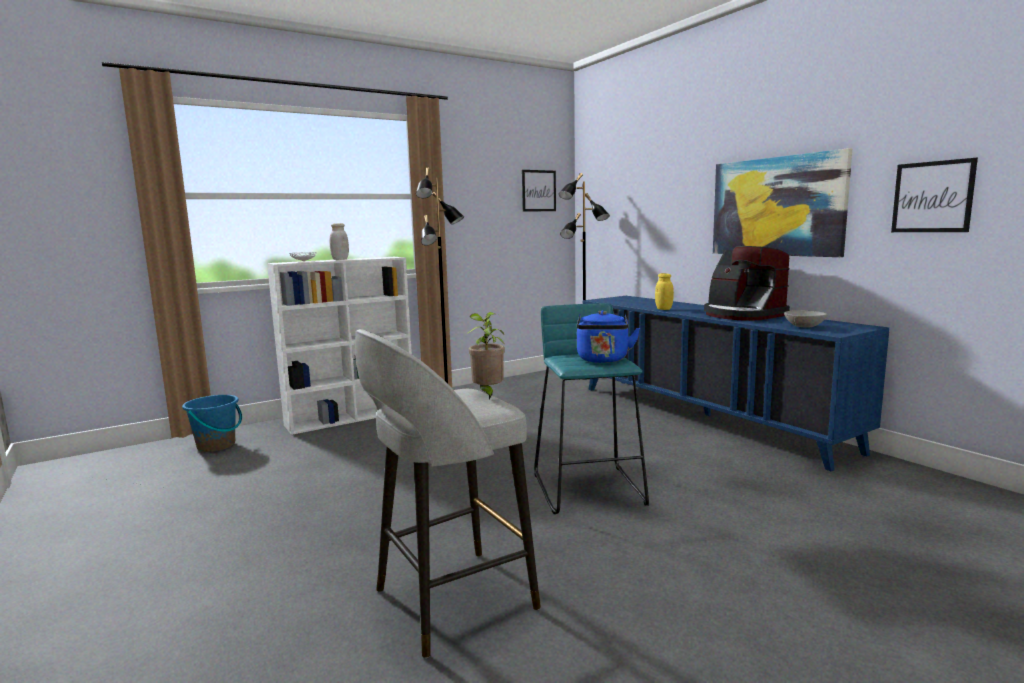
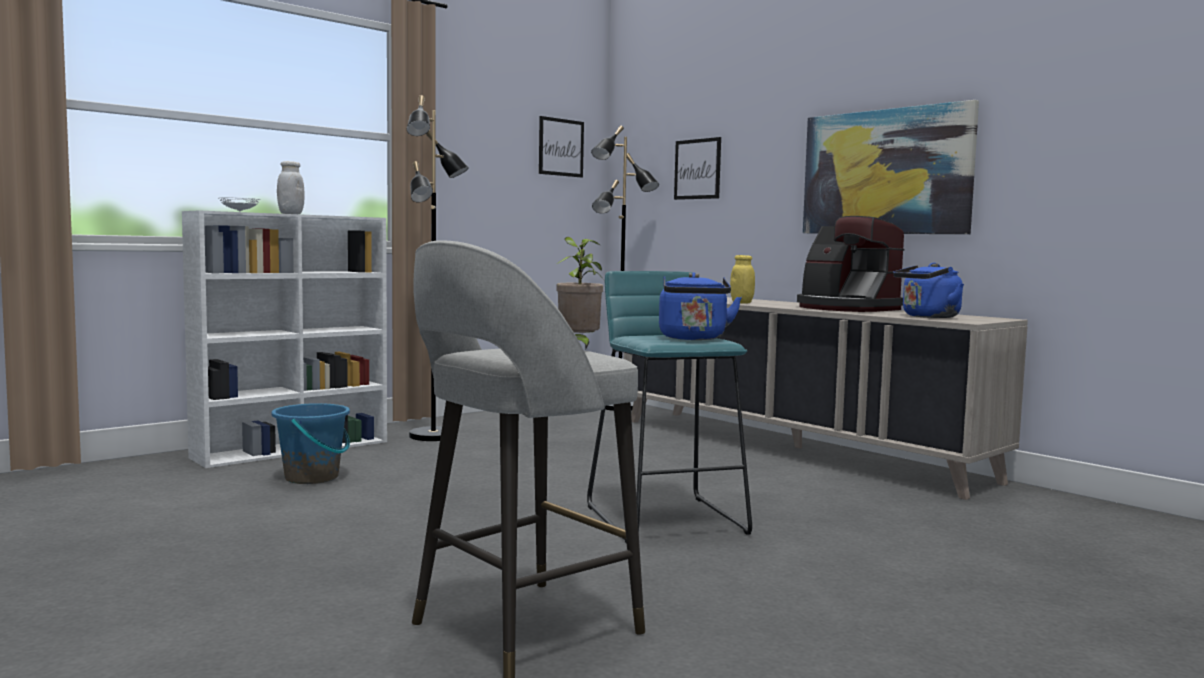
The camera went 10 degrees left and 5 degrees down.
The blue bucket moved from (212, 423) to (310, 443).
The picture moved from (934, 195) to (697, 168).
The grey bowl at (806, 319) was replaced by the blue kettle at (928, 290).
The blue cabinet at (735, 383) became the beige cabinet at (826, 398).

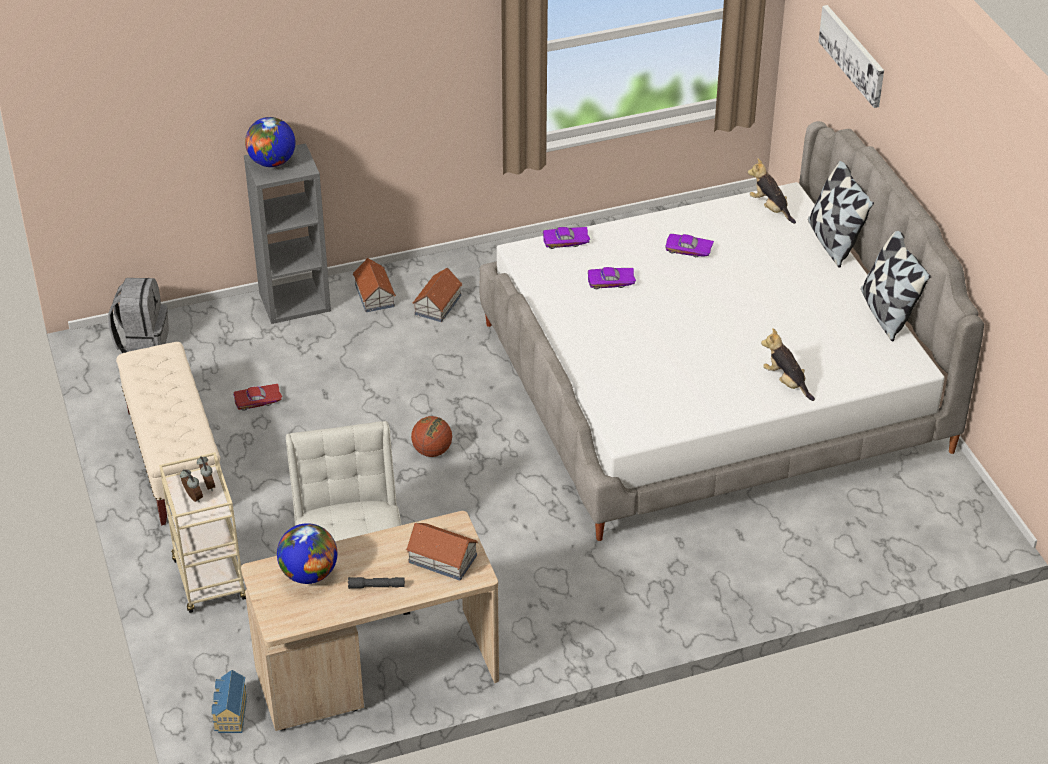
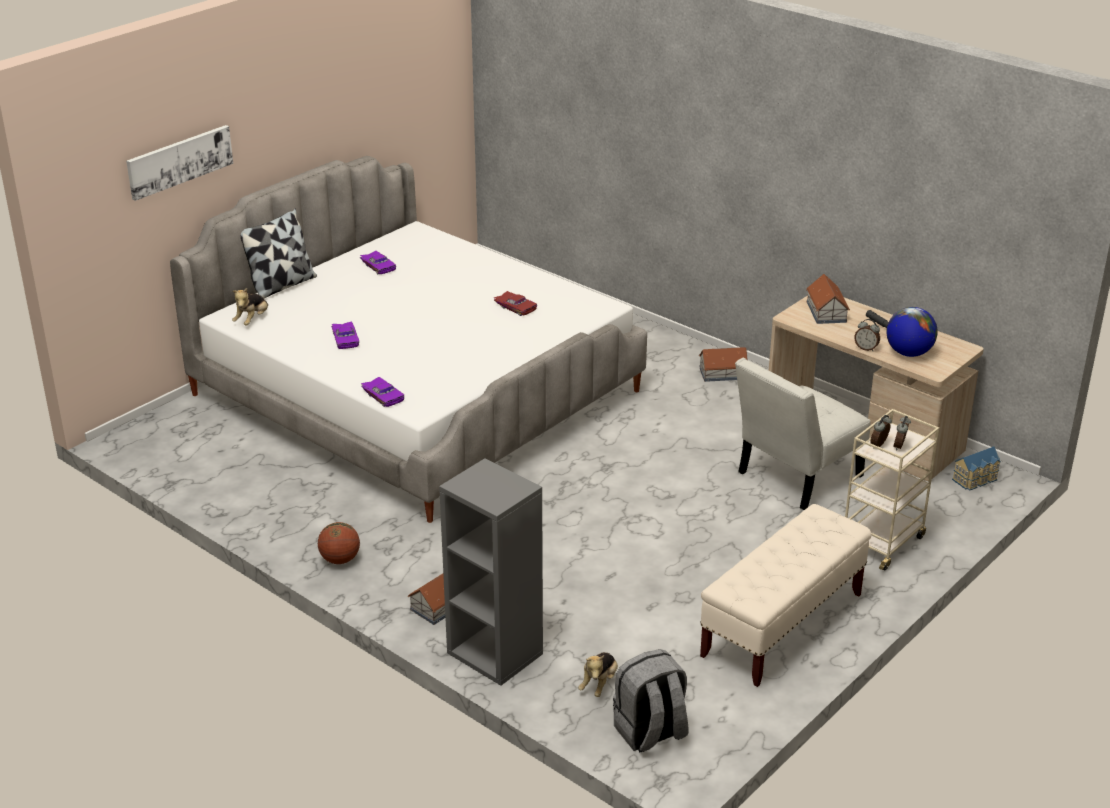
The camera went 120 degrees left and 10 degrees down.
The globe at (270, 142) disappeared.
The pillow at (896, 286) disappeared.
The alarm clock at (867, 335) appeared.
The red toy car moved from (258, 397) to (515, 303).
The basketball moved from (431, 436) to (339, 543).
The toy house moved from (437, 295) to (723, 364).
The purple toy car moved from (612, 278) to (378, 262).
The plush toy moved from (788, 364) to (598, 674).

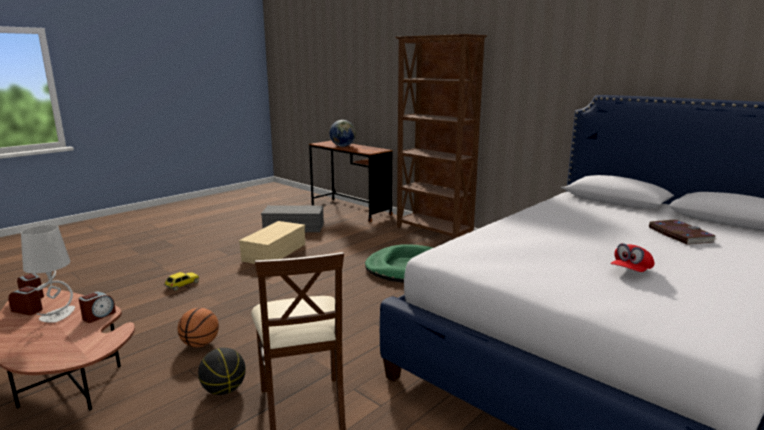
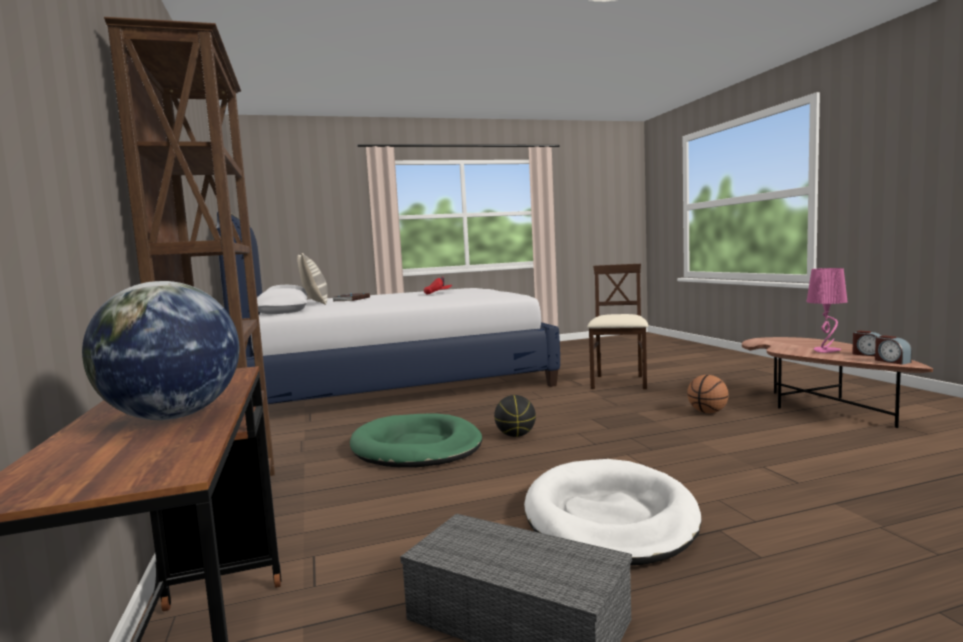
The camera went 150 degrees left and 10 degrees down.
The alarm clock at (97, 307) disappeared.
The toy car at (182, 281) disappeared.
The pillow at (312, 279) appeared.
The basketball moved from (222, 371) to (515, 416).
The beige storage box at (272, 242) was replaced by the white dog bed at (613, 512).
The grey table lamp at (48, 274) became the pink table lamp at (827, 310).

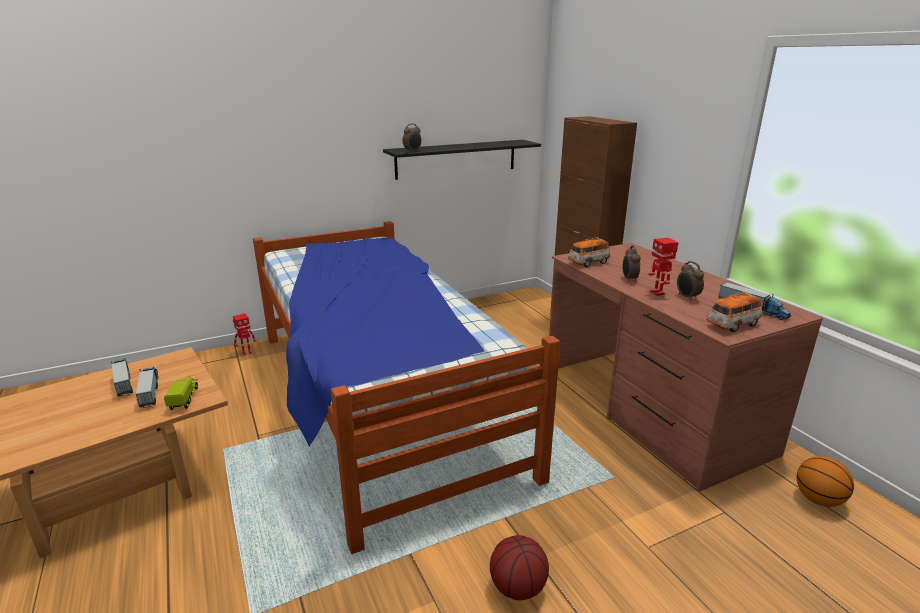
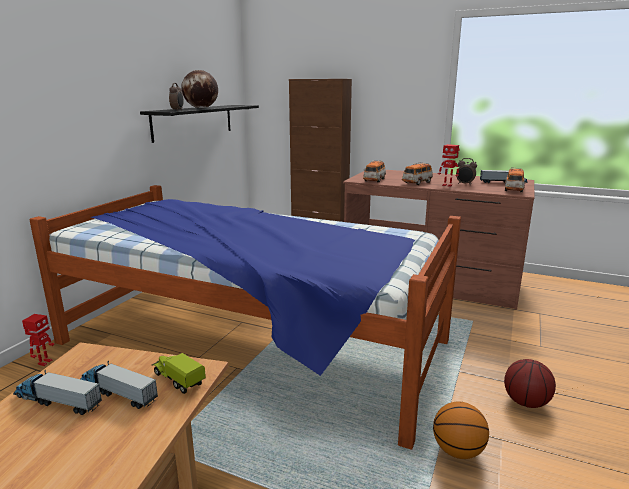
The camera went 40 degrees left and 5 degrees down.
The globe at (199, 89) appeared.
The basketball moved from (825, 481) to (461, 430).
The alarm clock at (632, 264) was replaced by the toy car at (417, 173).

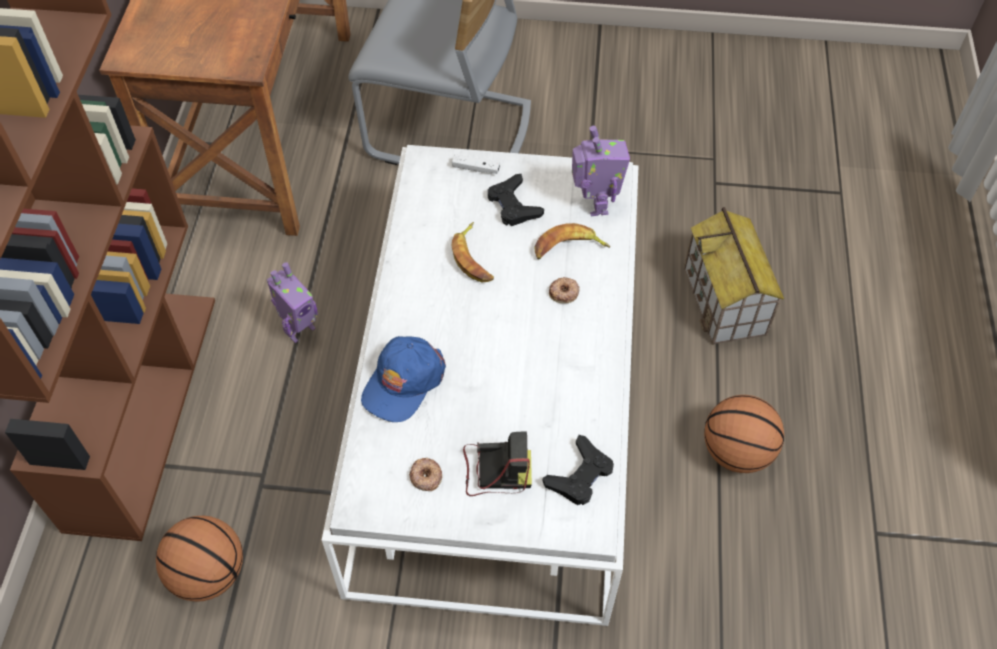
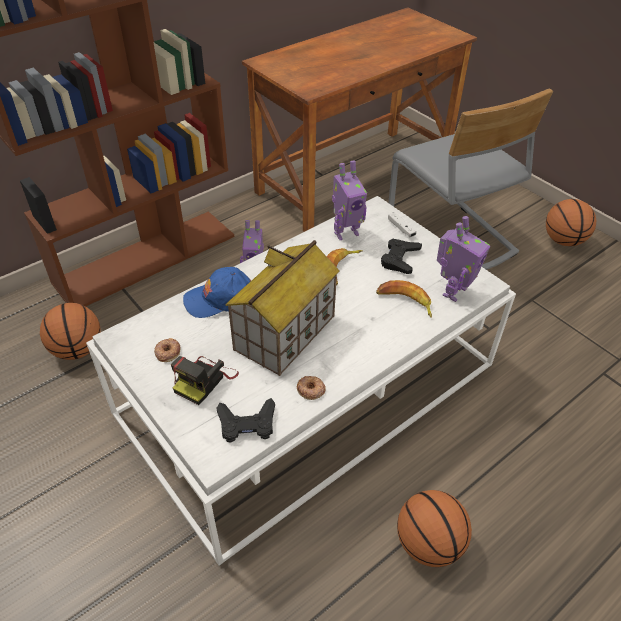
The camera went 45 degrees right and 10 degrees down.
The toy robot at (349, 200) appeared.
The basketball at (571, 222) appeared.
The donut moved from (564, 290) to (311, 388).
The toy house moved from (734, 276) to (282, 308).
The photo camera at (497, 463) turned 75 degrees clockwise.

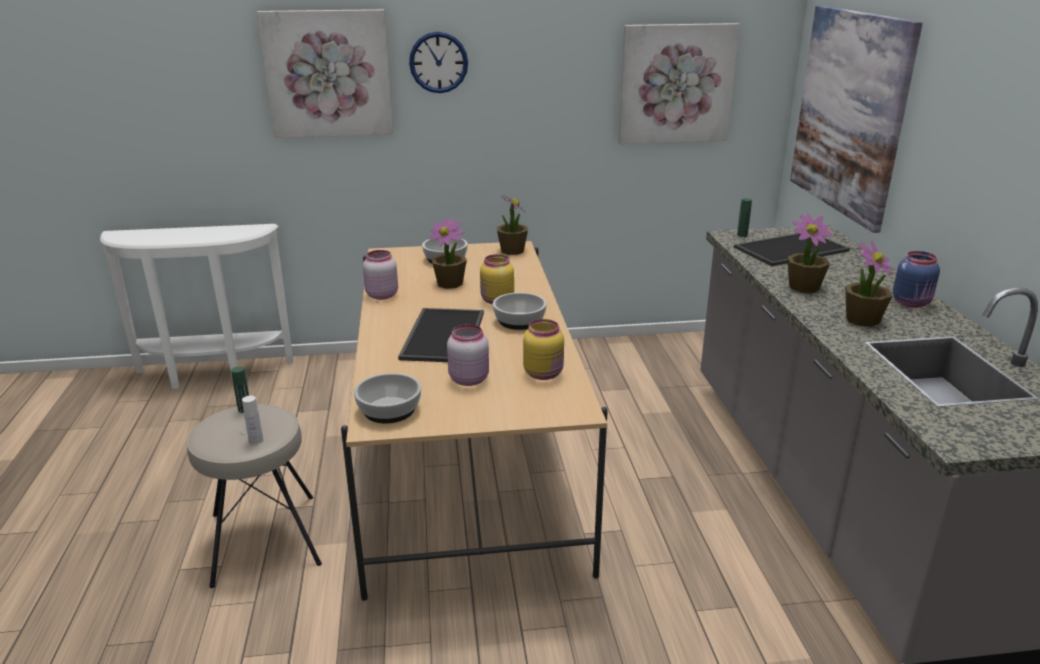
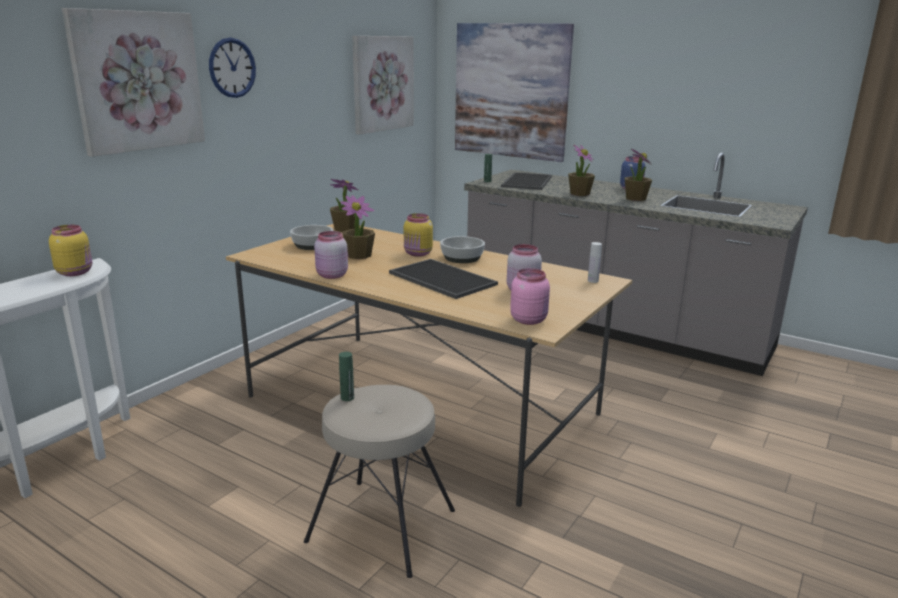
The camera went 50 degrees left and 5 degrees down.
The white bottle moved from (252, 420) to (595, 262).
The yellow jar moved from (543, 349) to (70, 250).
The bowl at (387, 398) was replaced by the pink jar at (530, 296).

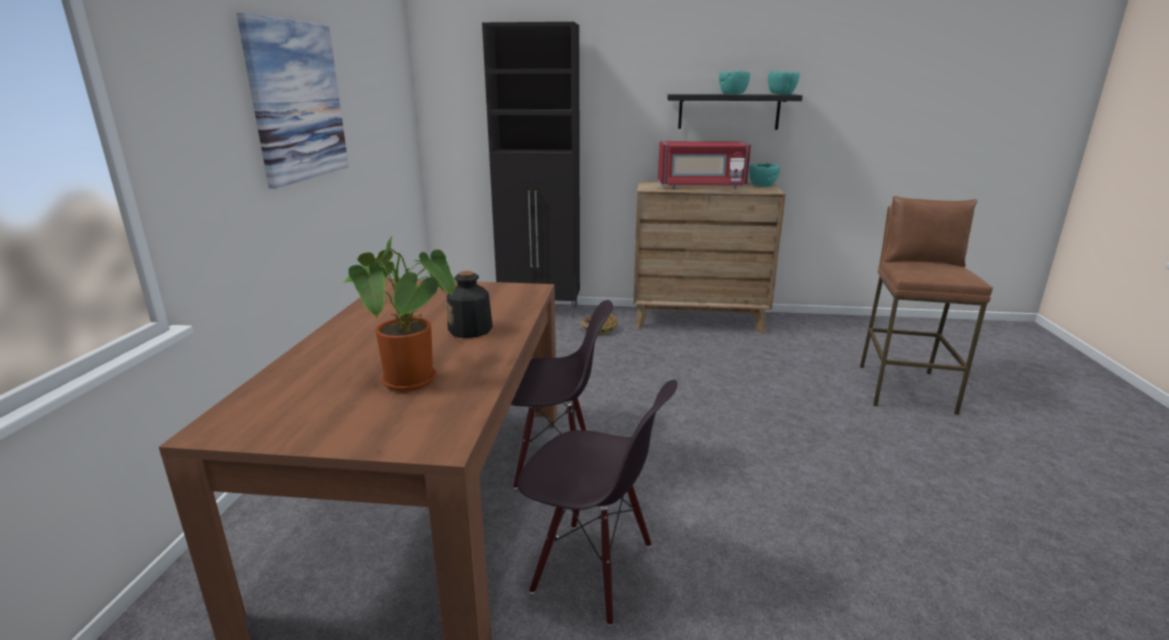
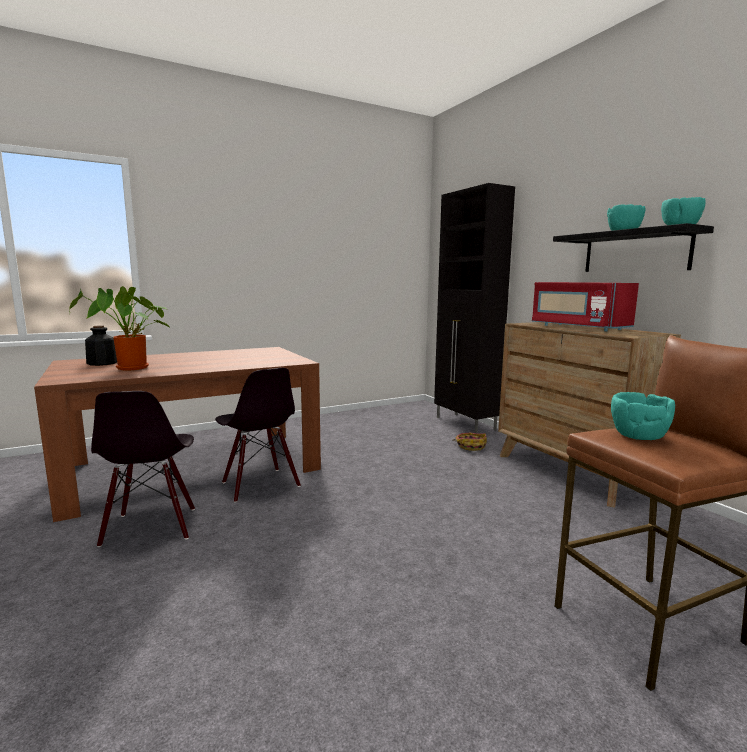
The camera went 55 degrees right and 10 degrees down.
The picture at (292, 100) disappeared.
The bottle moved from (470, 304) to (101, 345).
The turquoise bowl moved from (764, 175) to (643, 416).

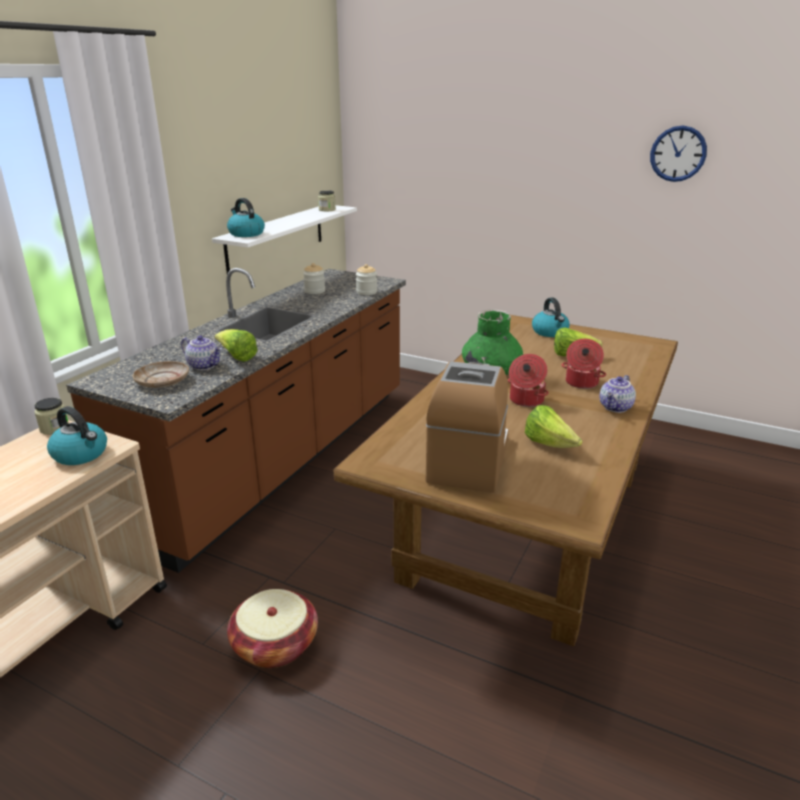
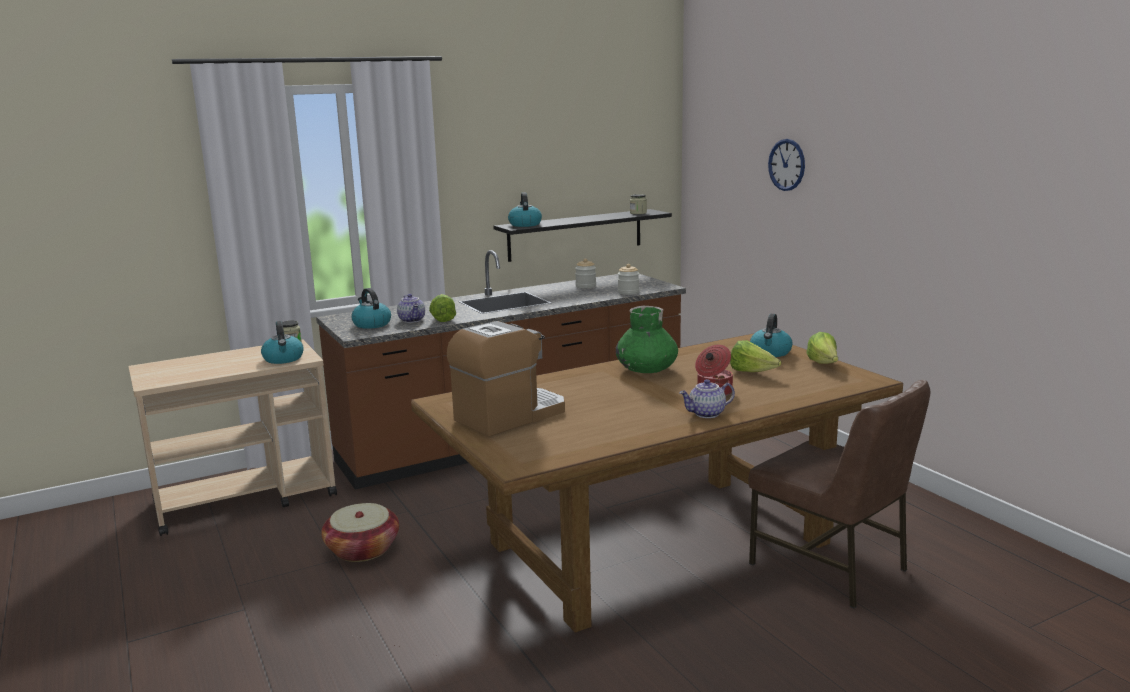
The camera went 35 degrees right and 10 degrees down.
The cooking pot at (528, 380) disappeared.
The brown chair at (840, 494) appeared.
The lettuce moved from (554, 426) to (822, 348).
The wall clock moved from (678, 154) to (786, 165).
The beige plate at (161, 374) was replaced by the kettle at (371, 308).
The white shelf at (284, 239) became the black shelf at (582, 235).

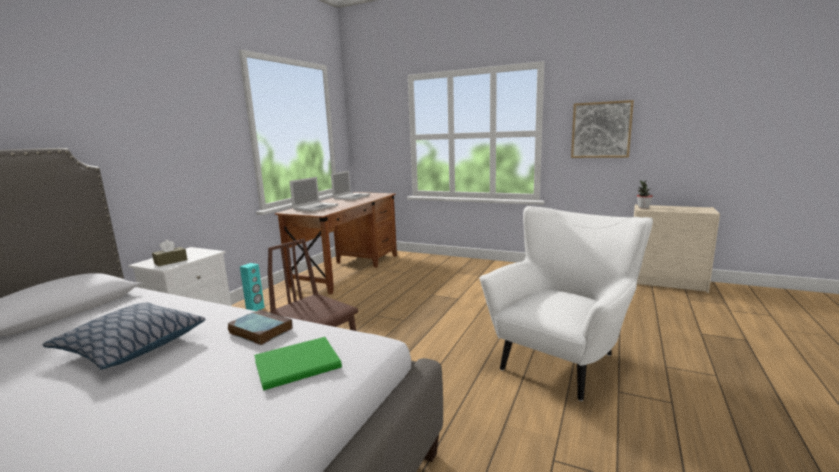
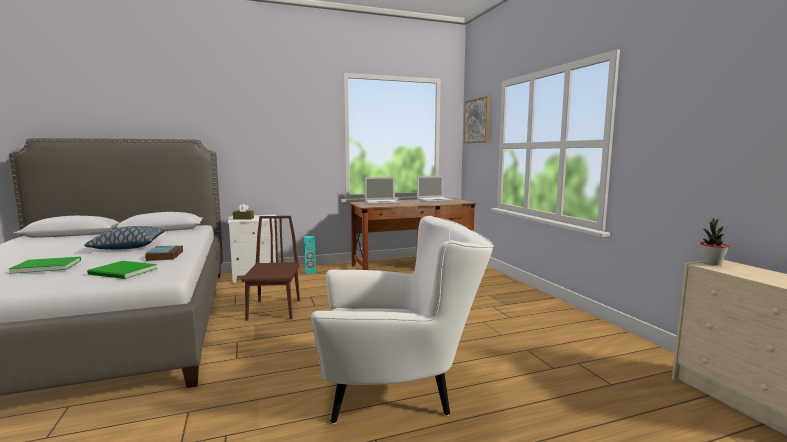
The camera went 45 degrees right and 5 degrees down.
The green book at (45, 265) appeared.
The picture moved from (602, 129) to (477, 119).

